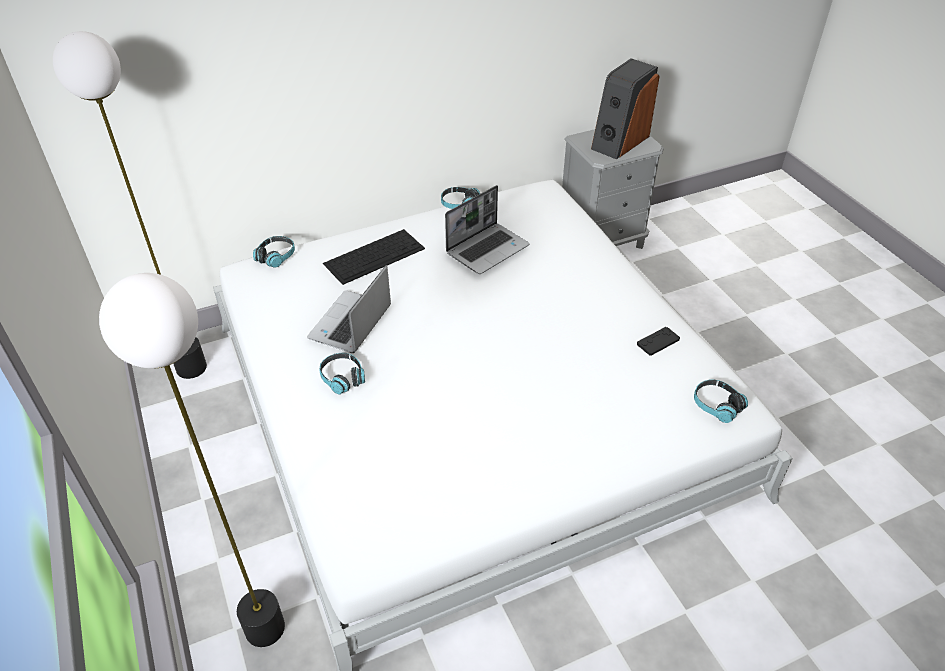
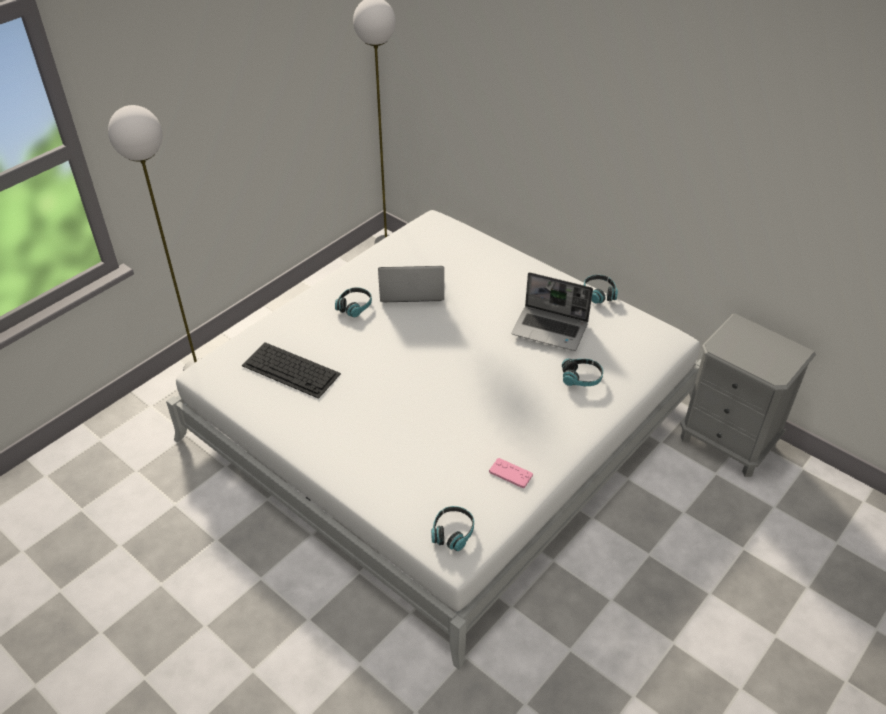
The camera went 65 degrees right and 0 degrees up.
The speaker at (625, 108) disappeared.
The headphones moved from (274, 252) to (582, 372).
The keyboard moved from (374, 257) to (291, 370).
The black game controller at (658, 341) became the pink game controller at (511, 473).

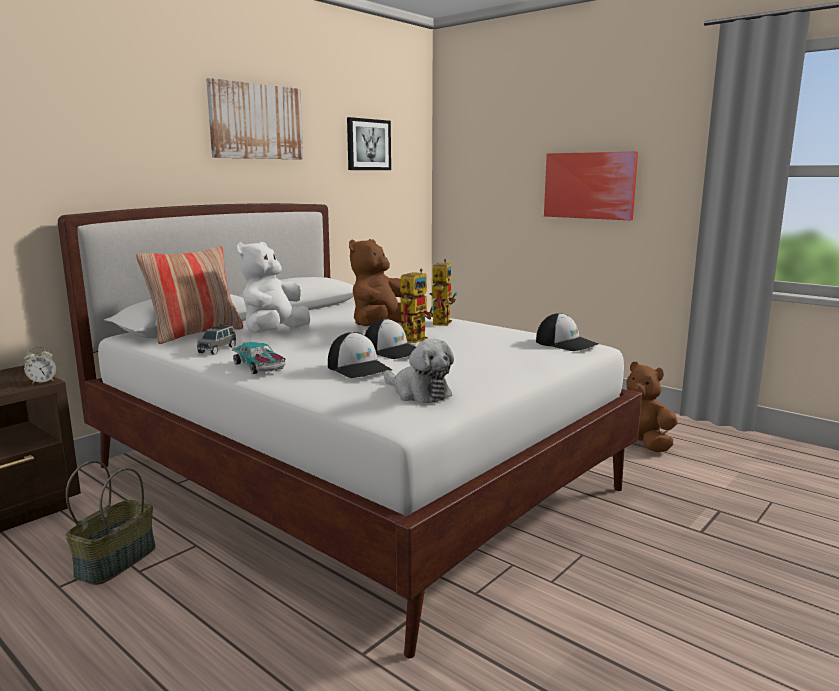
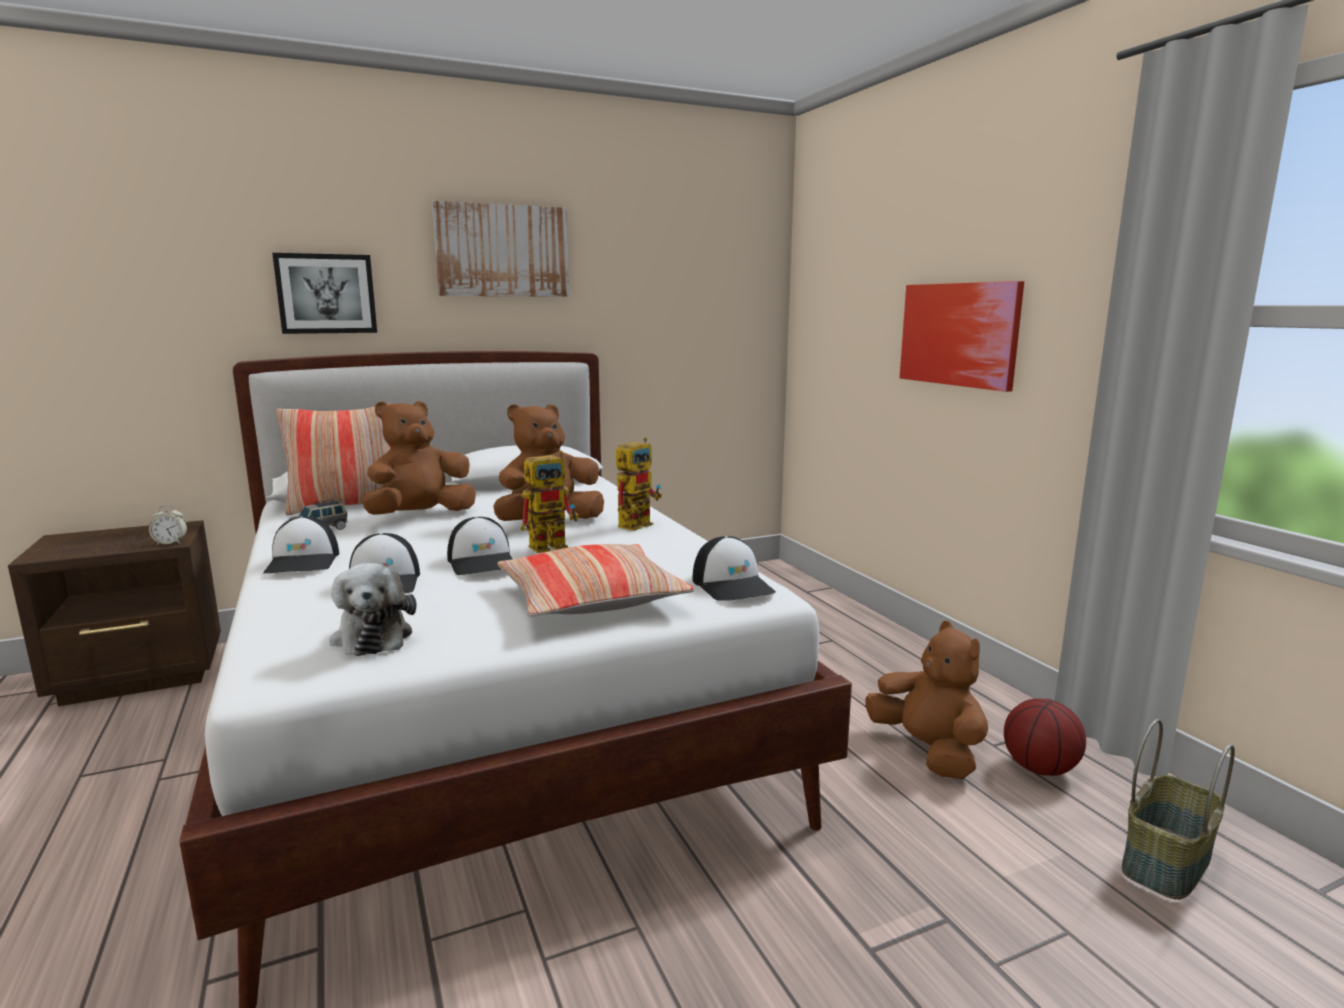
The camera went 25 degrees right and 0 degrees up.
The pillow at (595, 580) appeared.
The basketball at (1045, 737) appeared.
The basket moved from (111, 522) to (1178, 809).
The picture moved from (369, 143) to (324, 293).
The toy car at (258, 358) was replaced by the cap at (301, 545).
The white plush toy at (273, 287) became the brown plush toy at (419, 458).

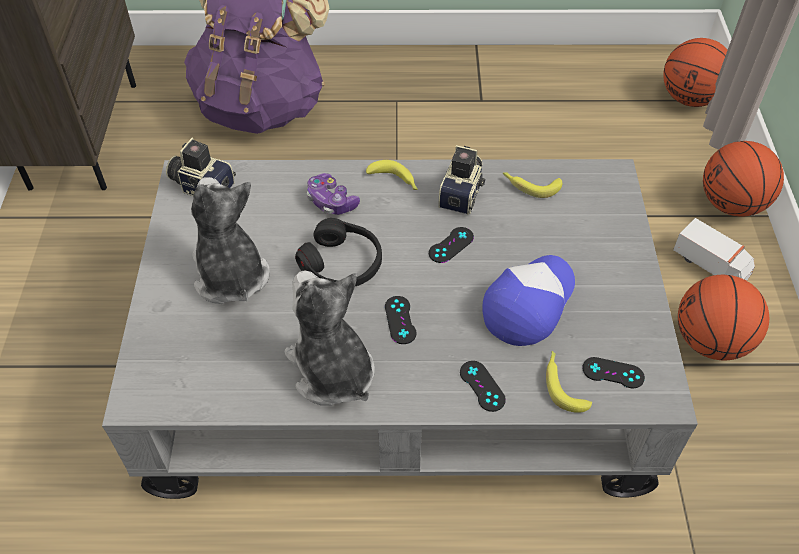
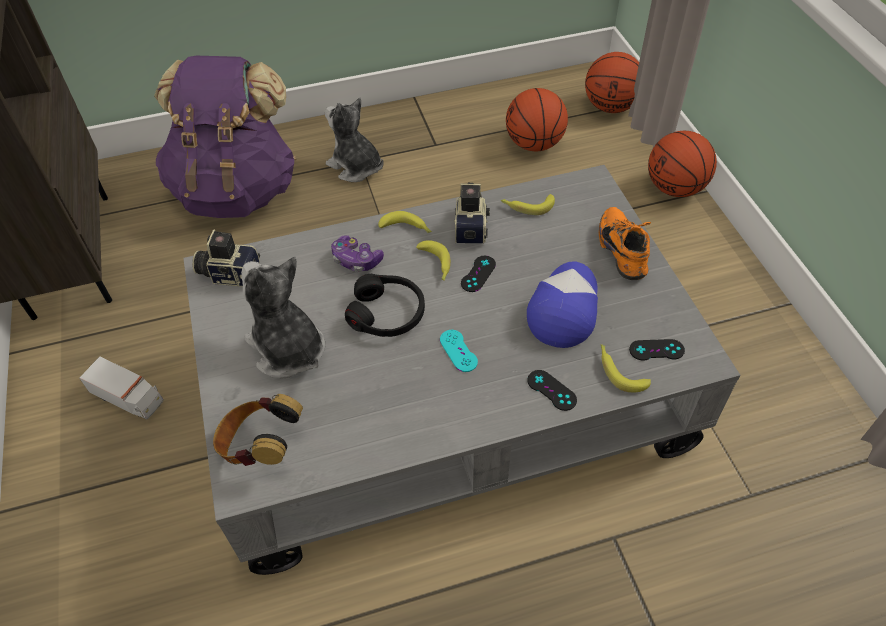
The camera went 15 degrees left and 0 degrees up.
The headphones at (258, 430) appeared.
The banana at (433, 260) appeared.
The orange shoe at (625, 243) appeared.
The plush toy moved from (330, 338) to (354, 139).
The toy truck moved from (714, 249) to (121, 388).
The basketball moved from (723, 317) to (537, 119).
The black game controller at (400, 320) became the turquoise game controller at (459, 351).

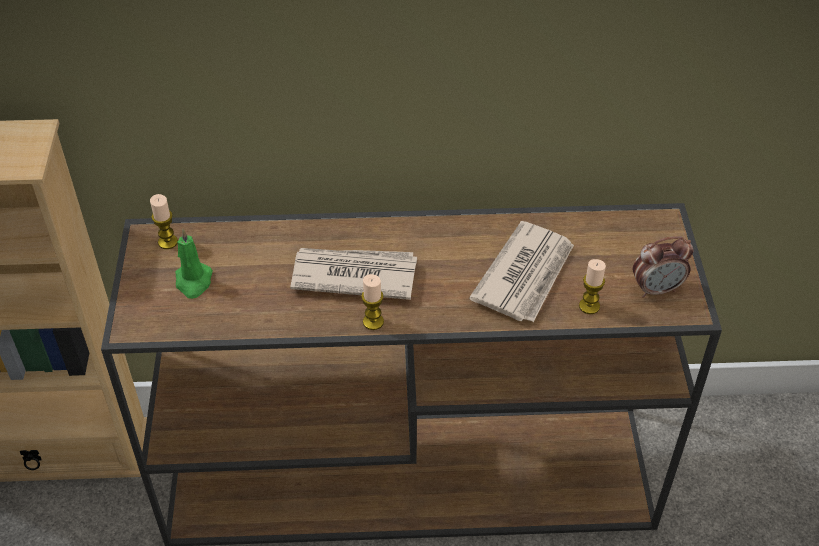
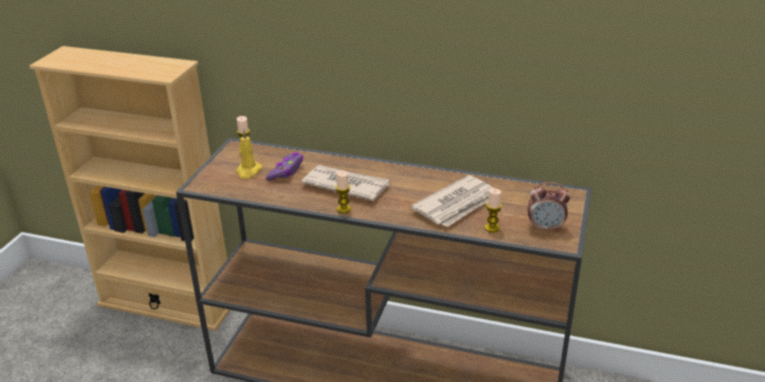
The camera went 20 degrees right and 15 degrees down.
The purple game controller at (284, 166) appeared.
The green candle at (194, 264) became the yellow candle at (249, 154).

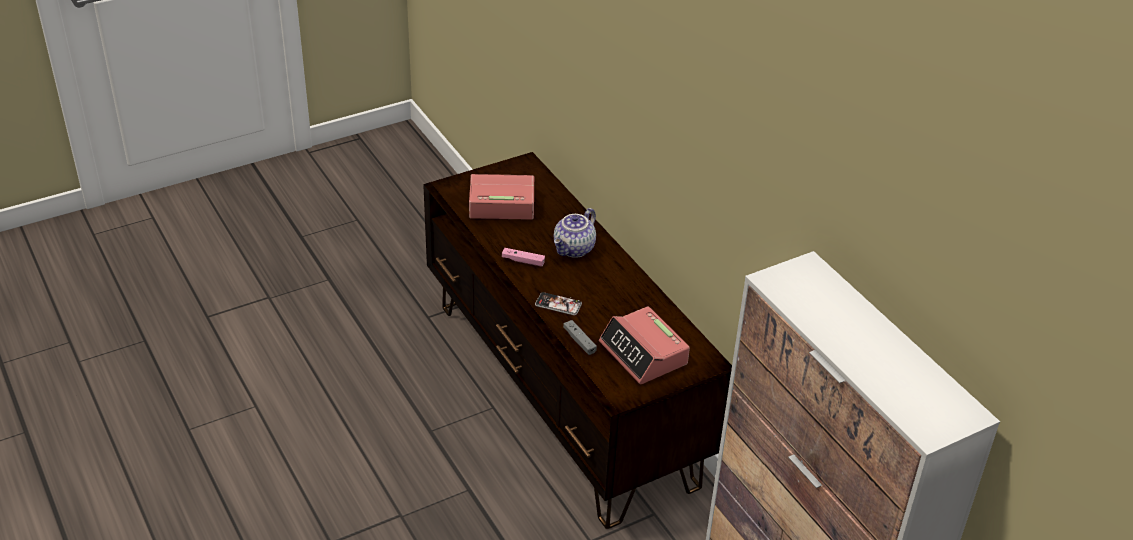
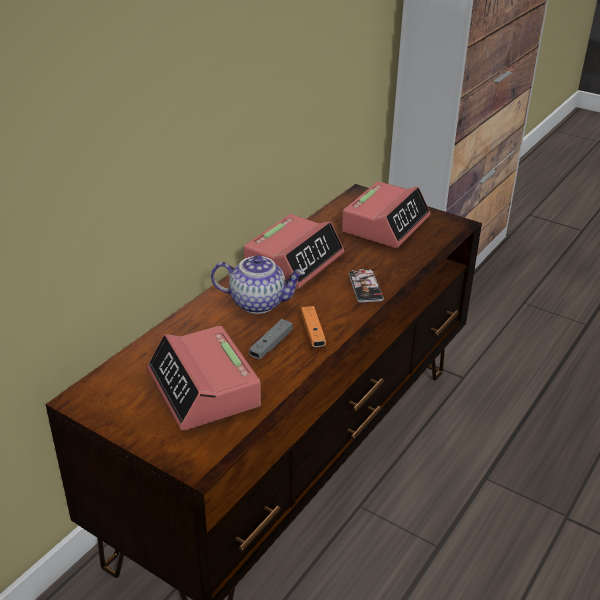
The camera went 115 degrees left and 5 degrees down.
The alarm clock at (293, 251) appeared.
The grey game controller moved from (580, 337) to (271, 339).
The pink game controller at (523, 257) became the orange game controller at (313, 326).

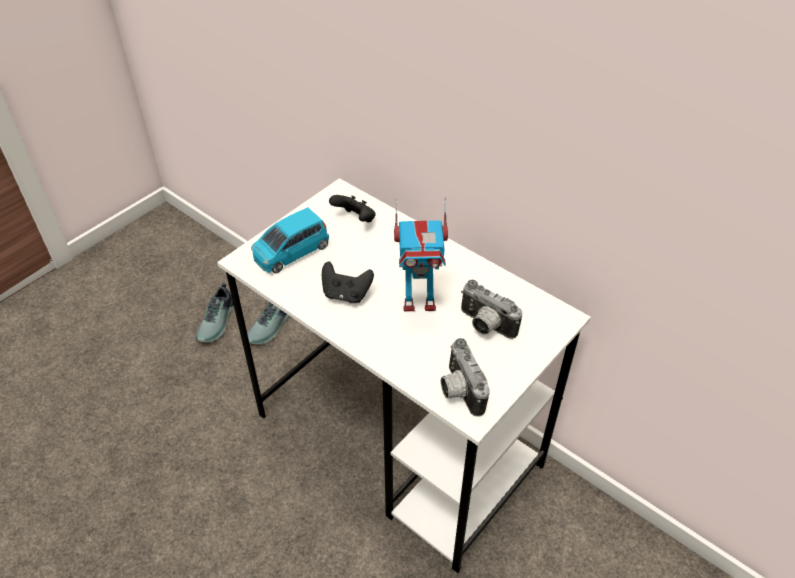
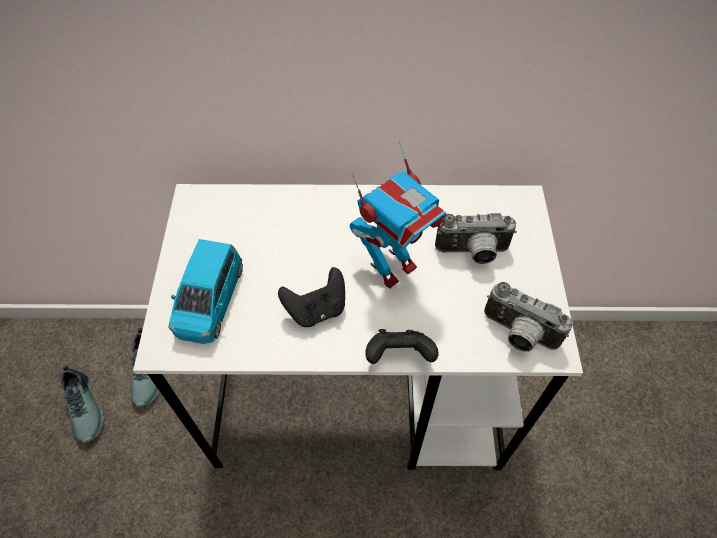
The camera went 40 degrees left and 10 degrees up.
The black game controller moved from (352, 208) to (402, 346).

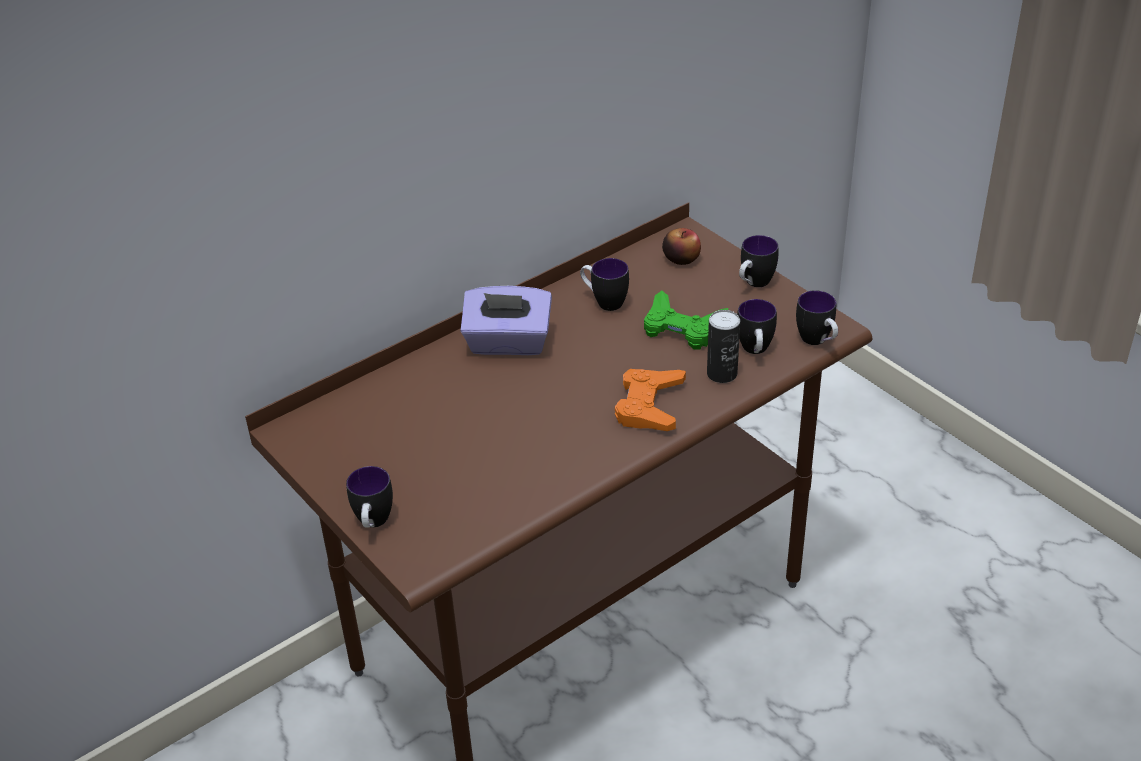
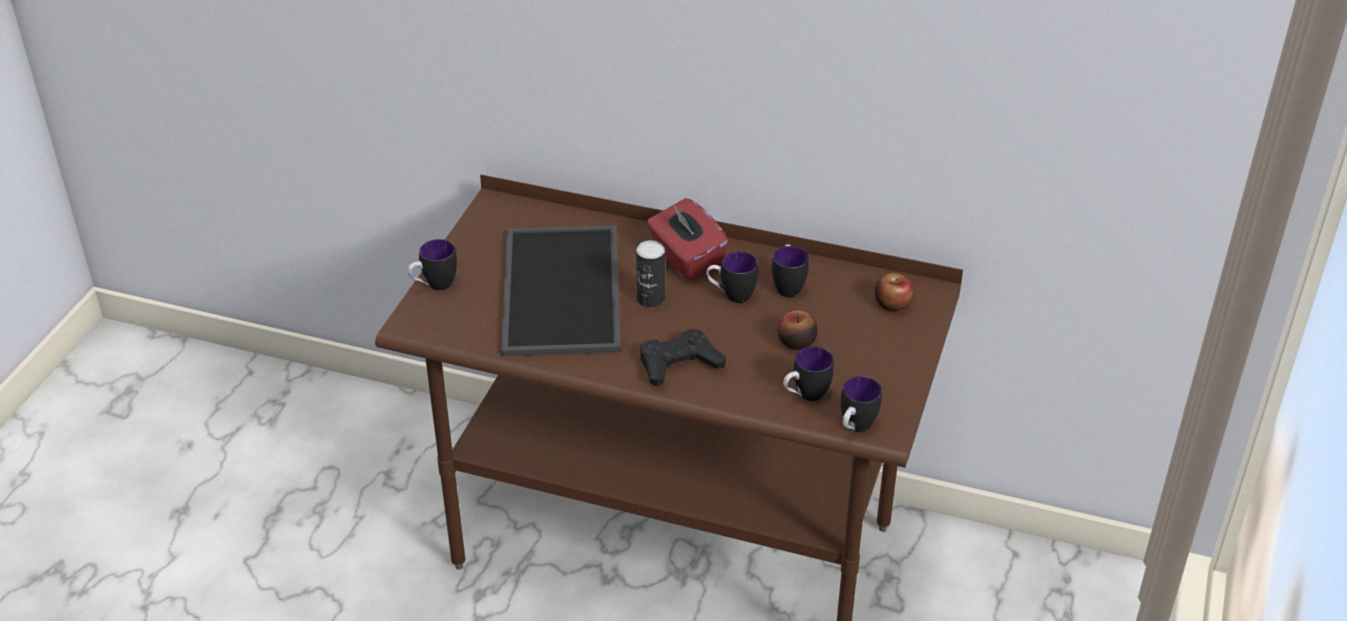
The camera went 55 degrees right and 0 degrees up.
The tray at (561, 290) appeared.
The can moved from (723, 346) to (650, 274).
The mug moved from (759, 261) to (732, 277).
The green game controller at (686, 320) was replaced by the apple at (797, 330).
The purple tissue box at (506, 320) became the red tissue box at (688, 239).
The orange game controller at (650, 400) became the black game controller at (683, 358).

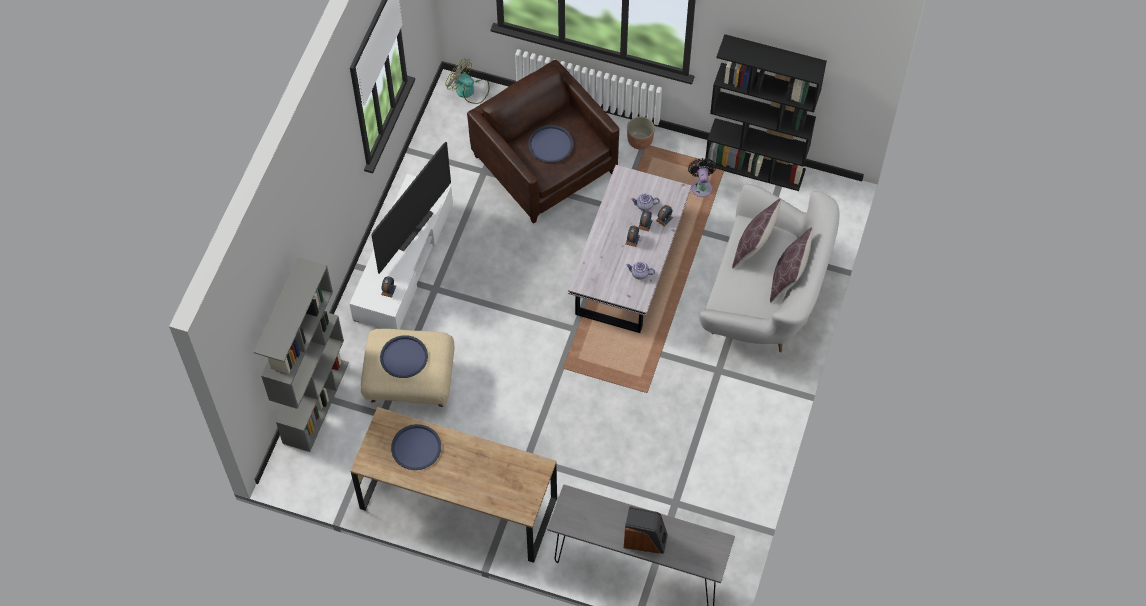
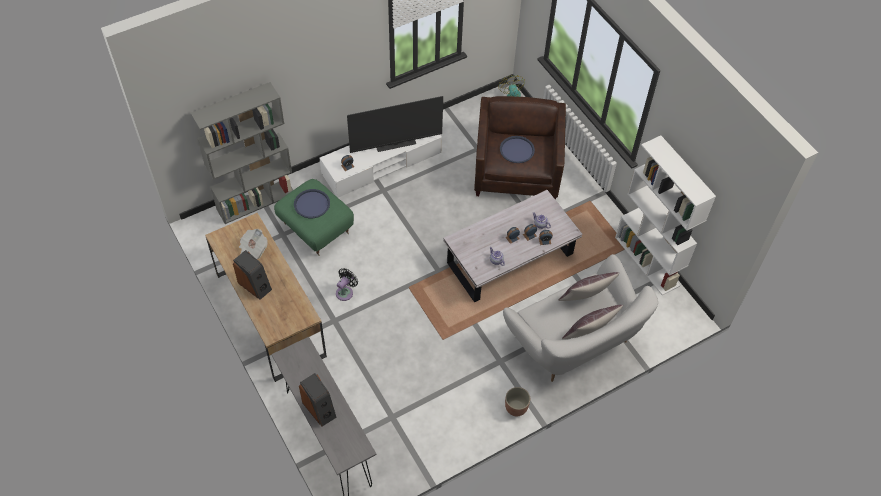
The camera went 40 degrees right and 5 degrees down.
The speaker at (252, 275) appeared.
The planter moved from (641, 133) to (517, 401).
The black fan moved from (702, 177) to (347, 284).
The blue tray at (416, 447) was replaced by the newspaper at (253, 244).
The beige ottoman at (407, 368) became the green ottoman at (314, 217).
The black bookcase at (766, 112) became the white bookcase at (665, 215).

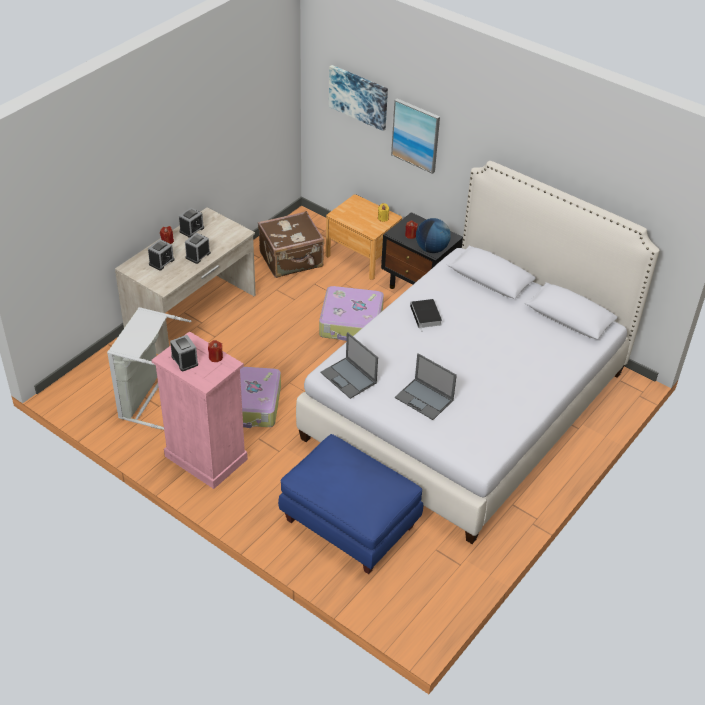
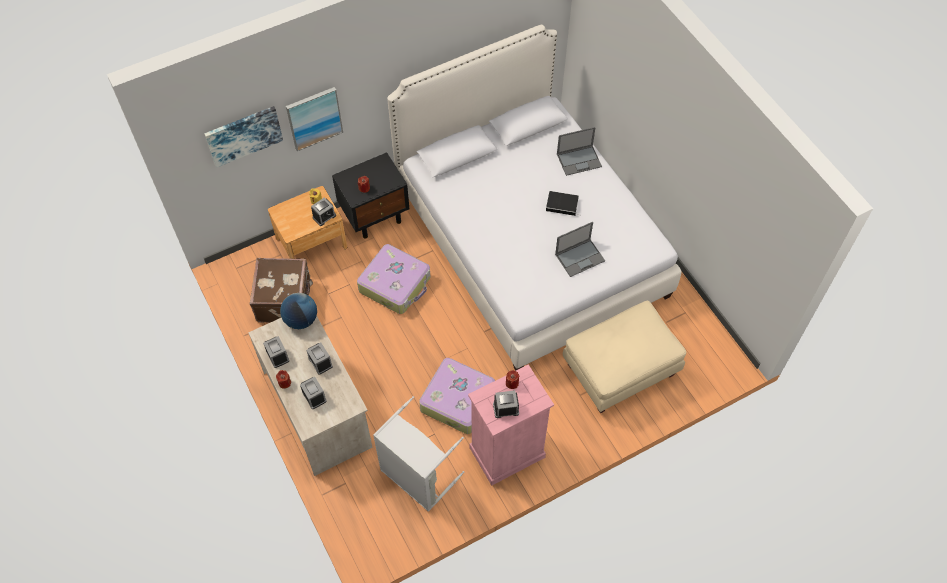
The camera went 65 degrees left and 15 degrees up.
The alarm clock at (323, 211) appeared.
The laptop moved from (349, 365) to (579, 151).
The book moved from (426, 315) to (563, 203).
The globe moved from (433, 235) to (298, 311).
The blue ottoman at (350, 504) became the beige ottoman at (624, 357).

